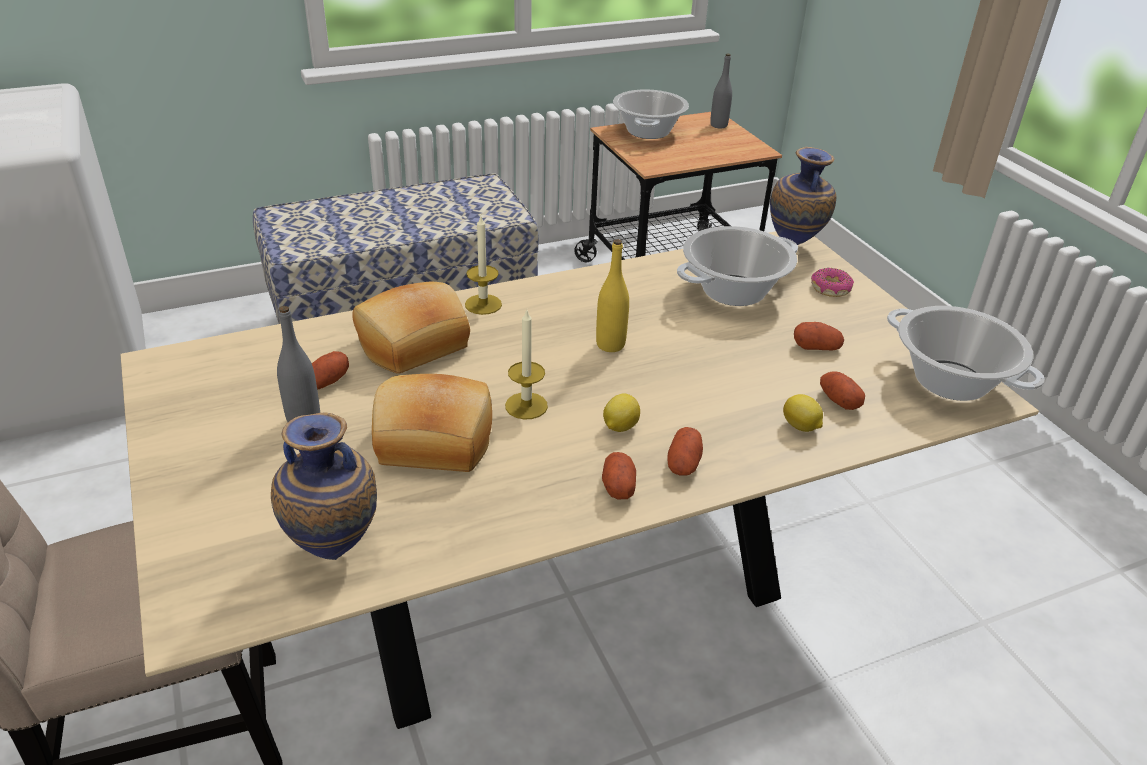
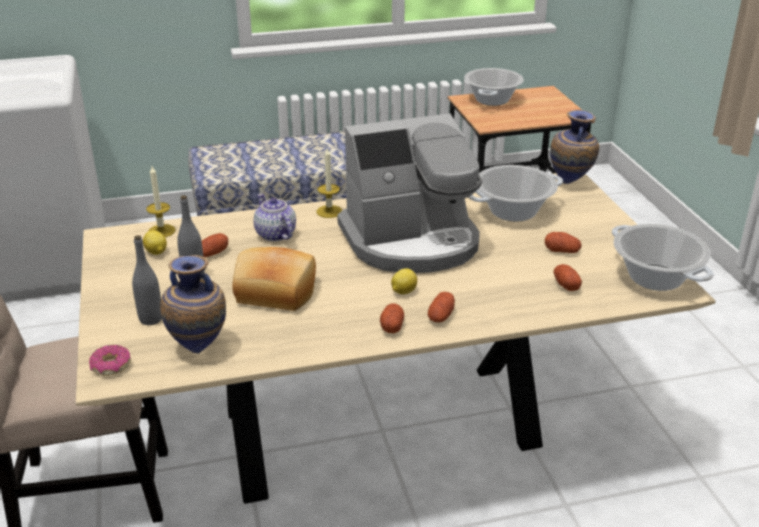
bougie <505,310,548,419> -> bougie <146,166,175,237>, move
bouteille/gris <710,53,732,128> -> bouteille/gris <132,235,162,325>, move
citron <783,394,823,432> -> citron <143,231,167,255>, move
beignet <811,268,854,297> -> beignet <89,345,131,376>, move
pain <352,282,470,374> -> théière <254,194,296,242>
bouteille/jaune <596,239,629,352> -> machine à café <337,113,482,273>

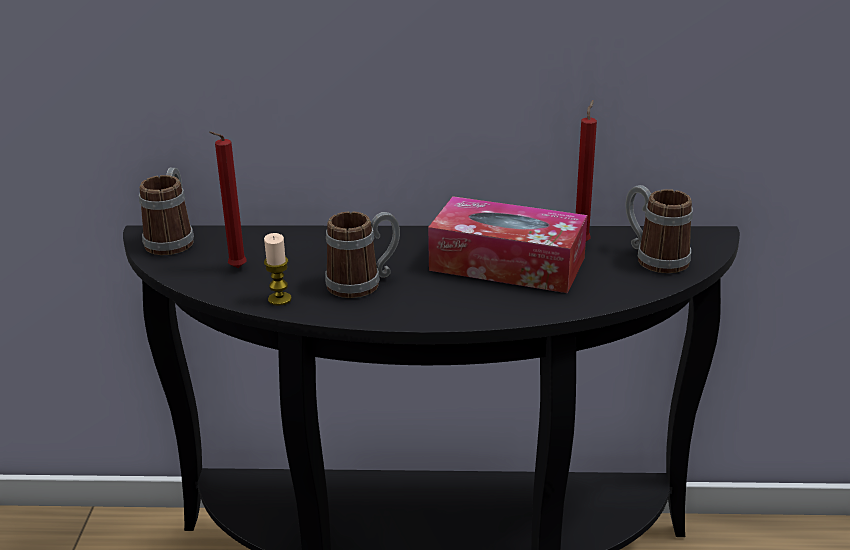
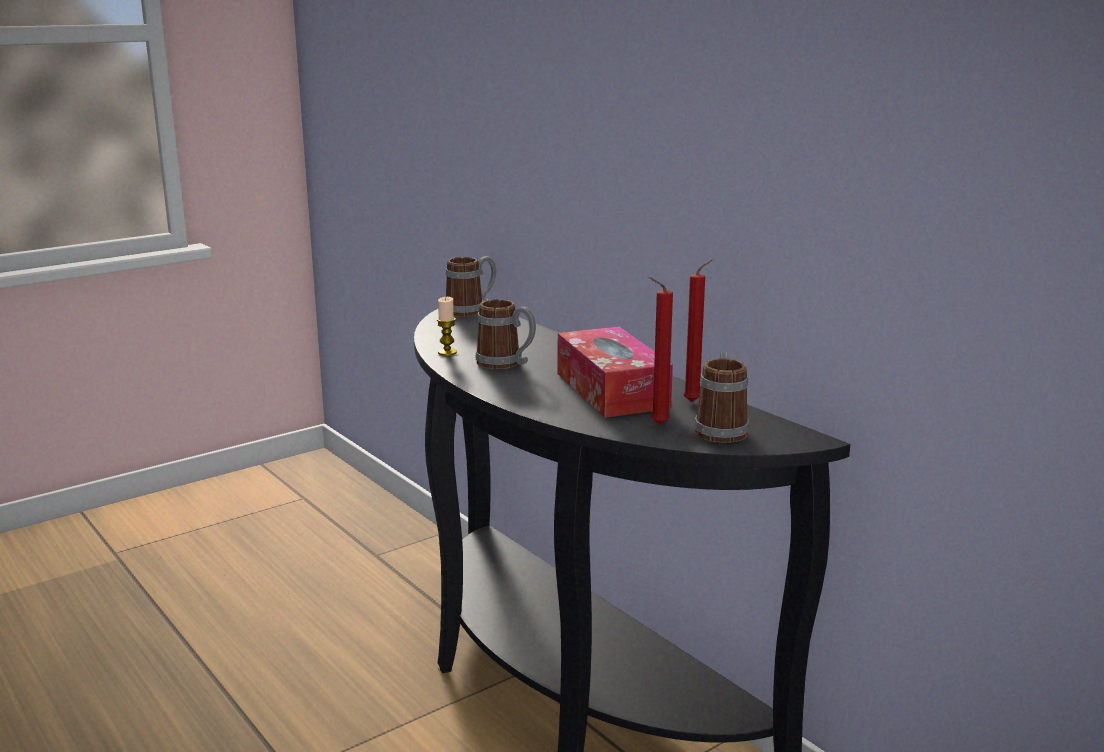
bougie/rouge <209,131,247,268> -> bougie/rouge <649,277,673,425>, move

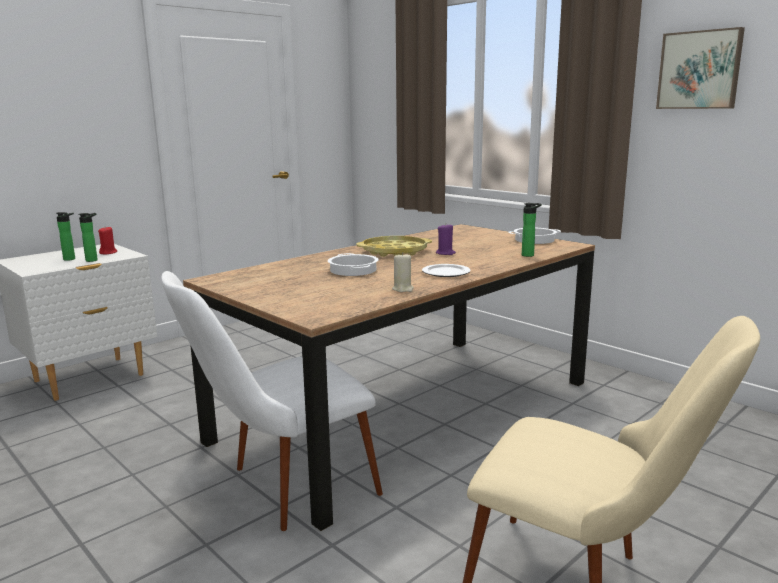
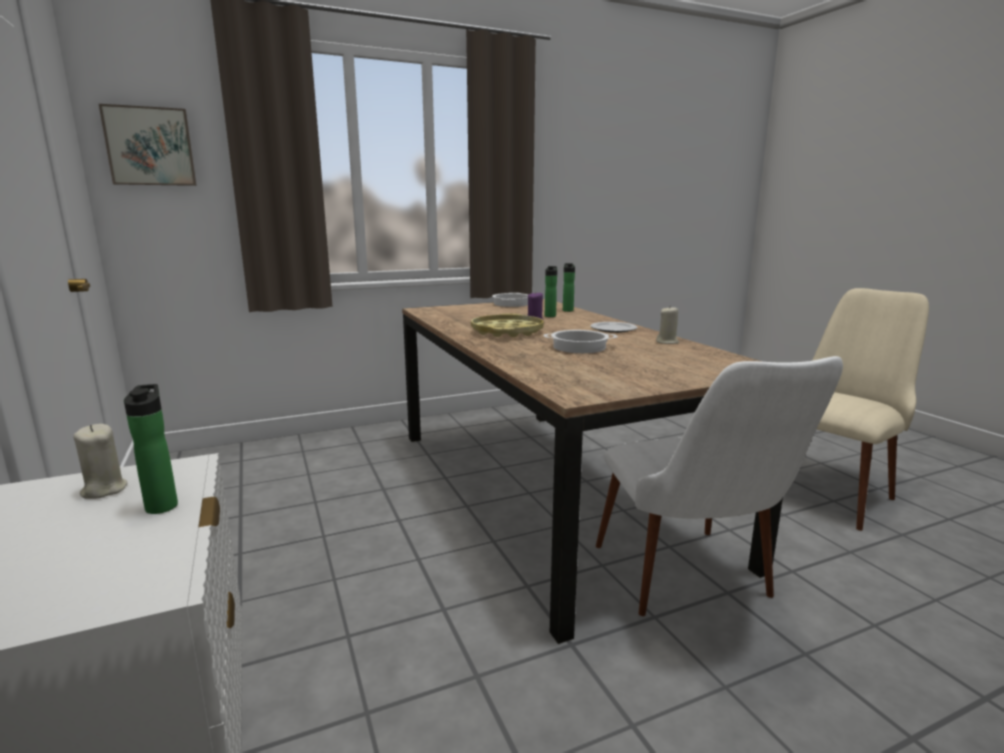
bouteille <57,212,75,261> -> bouteille <545,266,557,317>, move
tableau <656,27,745,109> -> tableau <99,104,196,186>, move
bougie/rouge <98,227,117,254> -> bougie/beige <74,424,127,499>

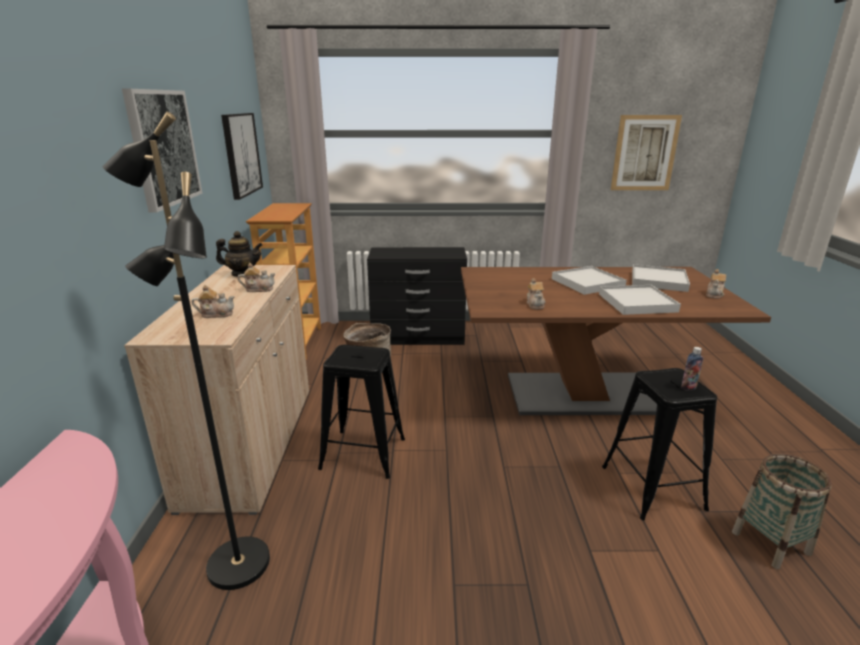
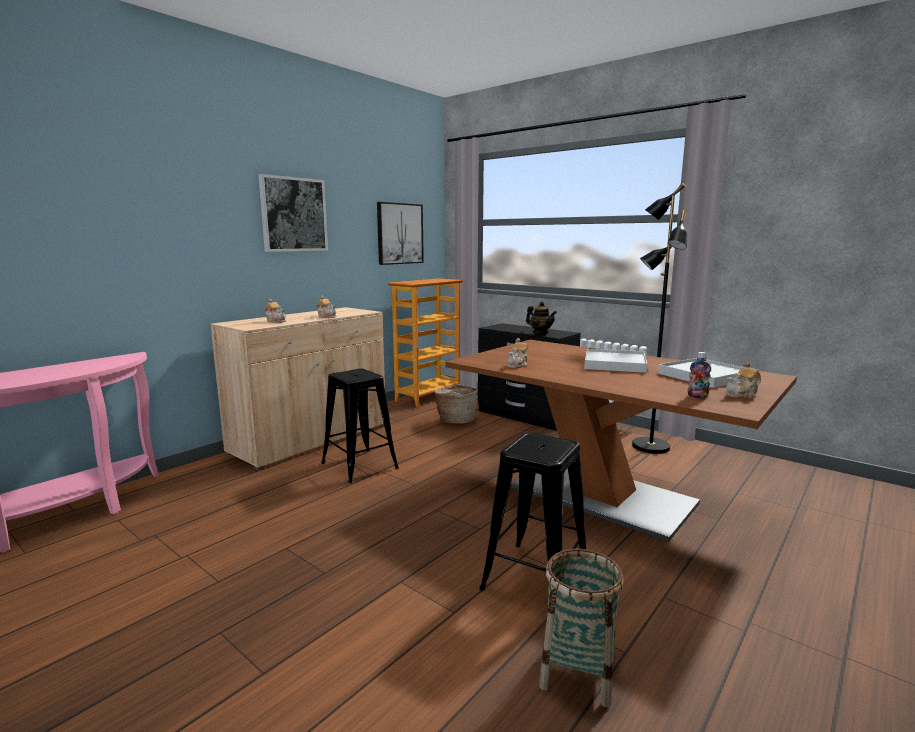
plateau/blanc <599,285,681,315> -> none
tableau <611,115,682,190> -> none
lampadaire/noir <103,112,270,590> -> lampadaire/noir <632,183,688,454>, move
théière <216,231,263,277> -> théière <526,301,557,334>, move
bouteille <681,347,703,390> -> bouteille <688,352,711,398>, move

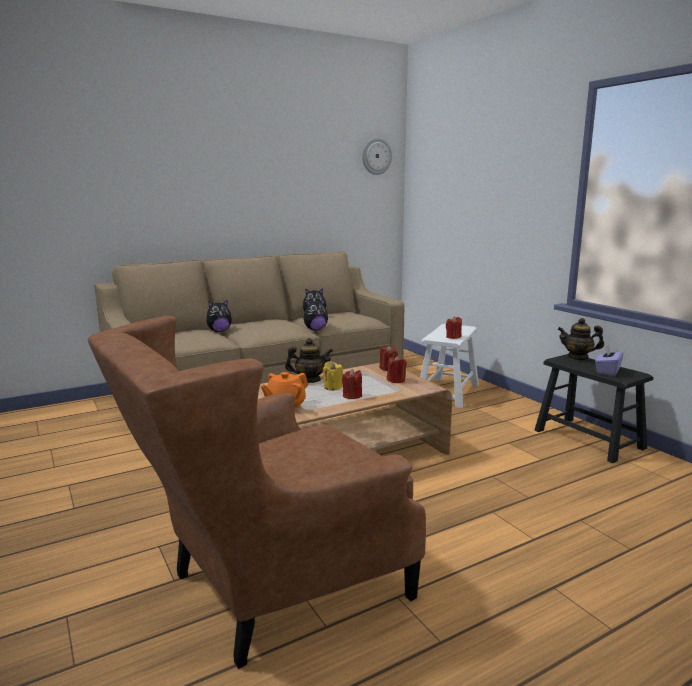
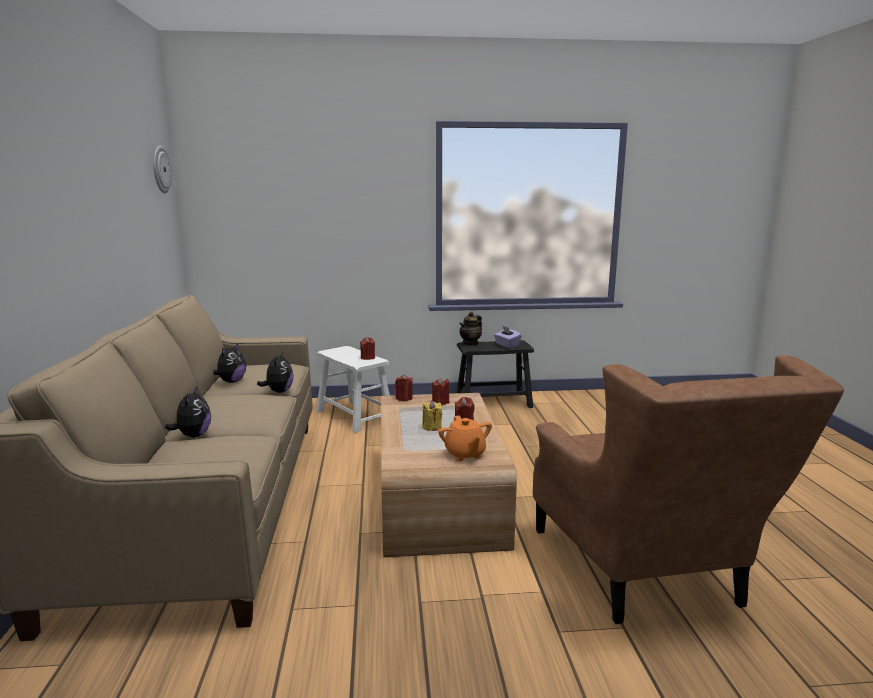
théière <285,338,333,383> -> none

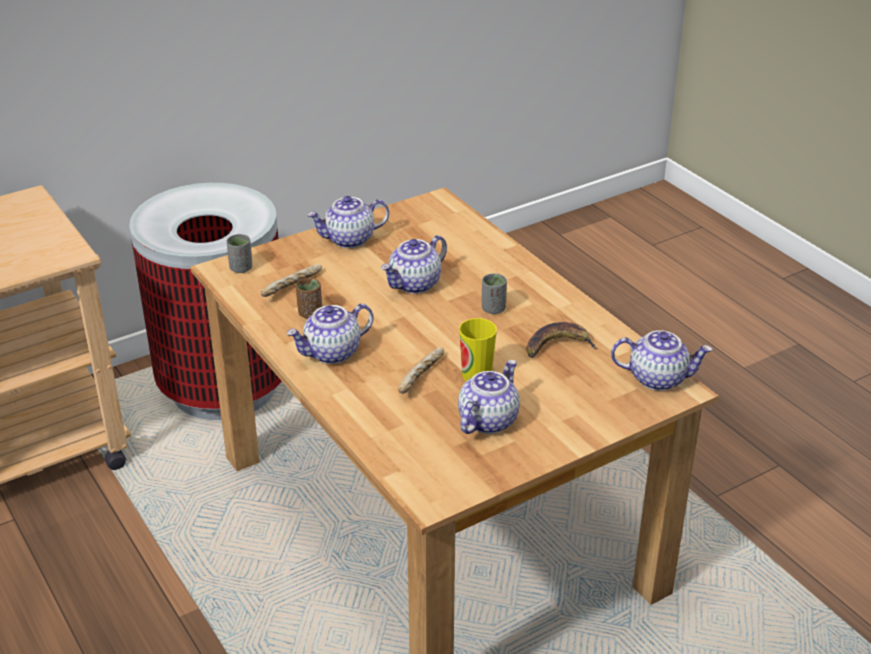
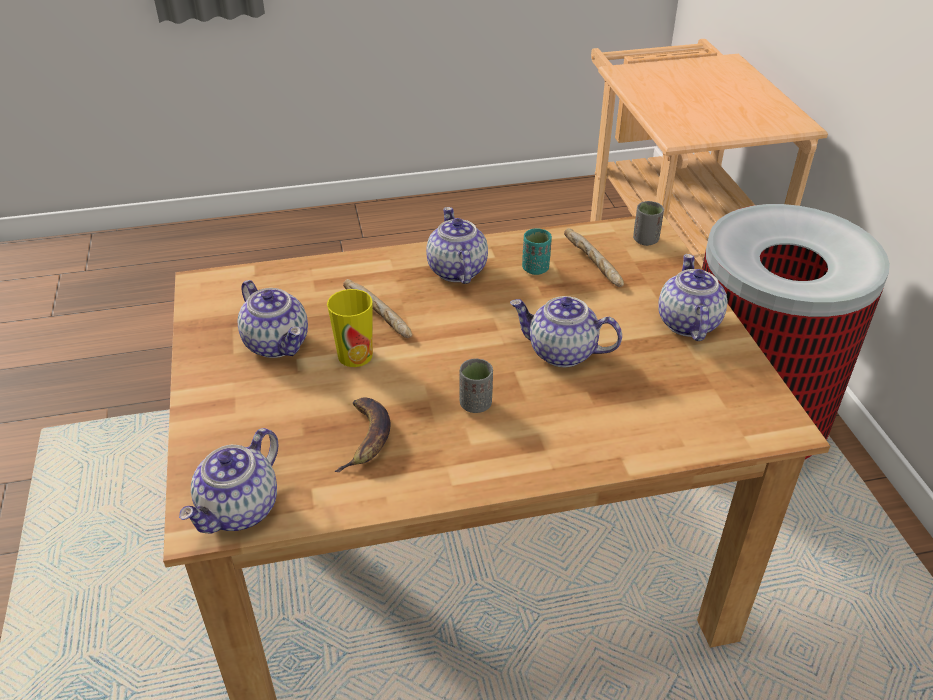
tasse/marron <296,278,322,319> -> tasse/turquoise <522,228,552,275>
théière <381,235,447,294> -> théière <510,296,622,367>, 45 degrees counterclockwise

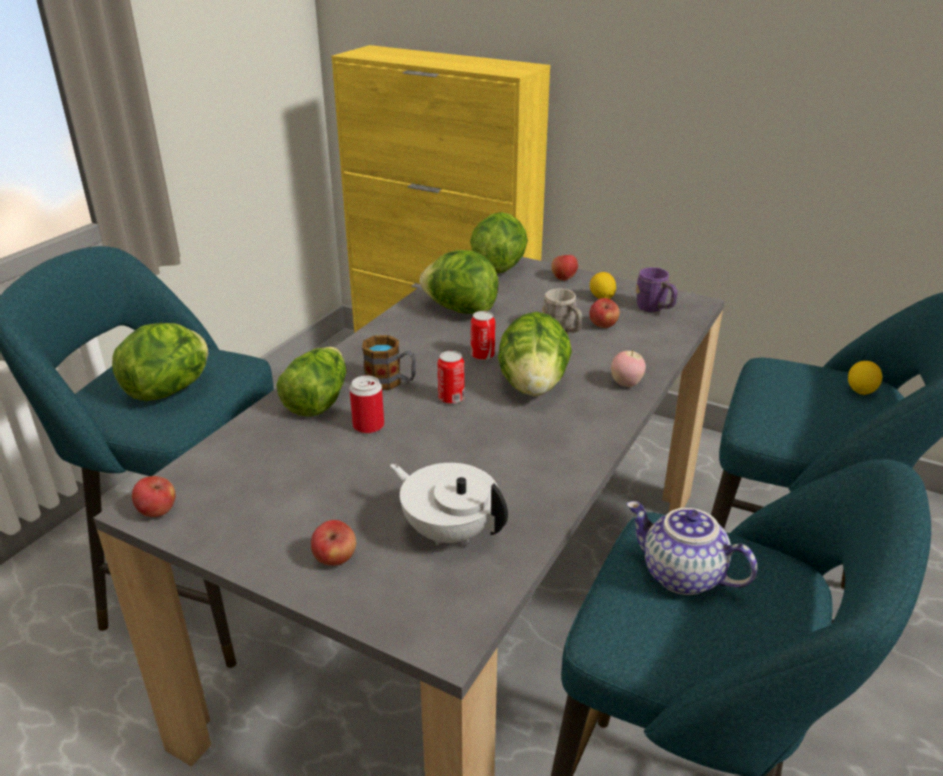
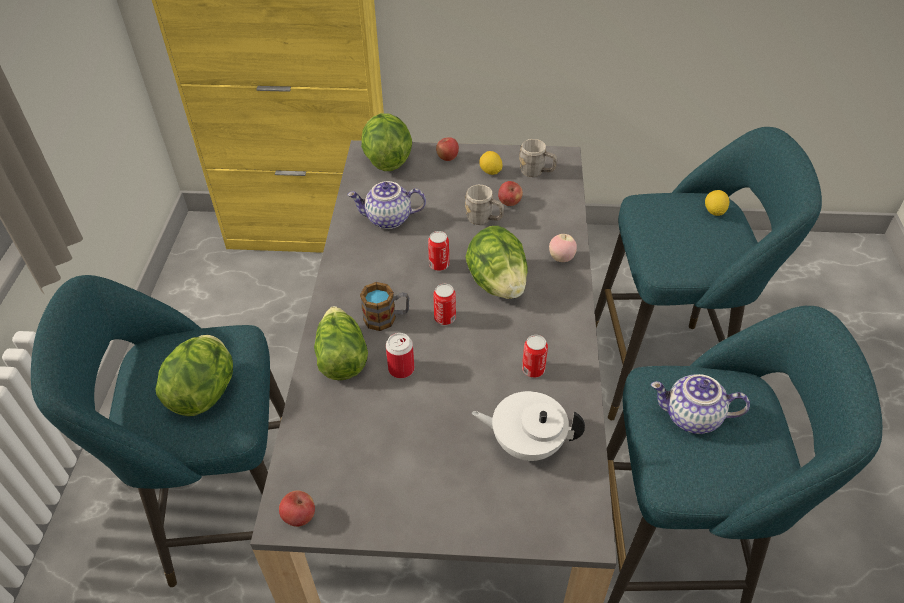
pomme <311,520,356,566> -> none
none -> boîte métallique <522,335,548,378>
laitue <420,250,499,314> -> théière <347,181,426,229>
mug/violet <636,267,677,312> -> mug/gris <520,139,557,177>

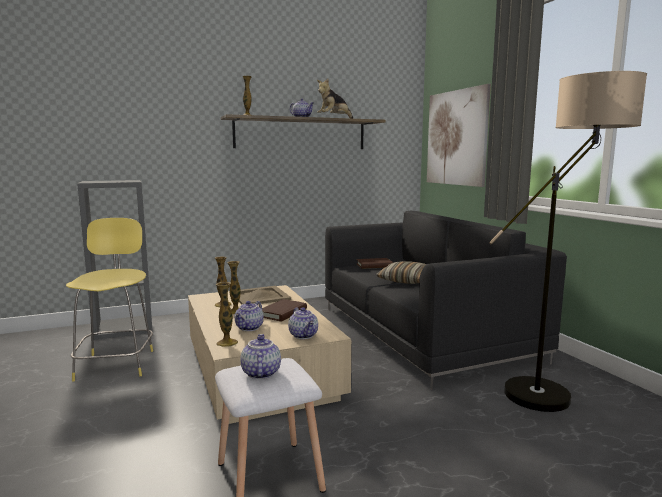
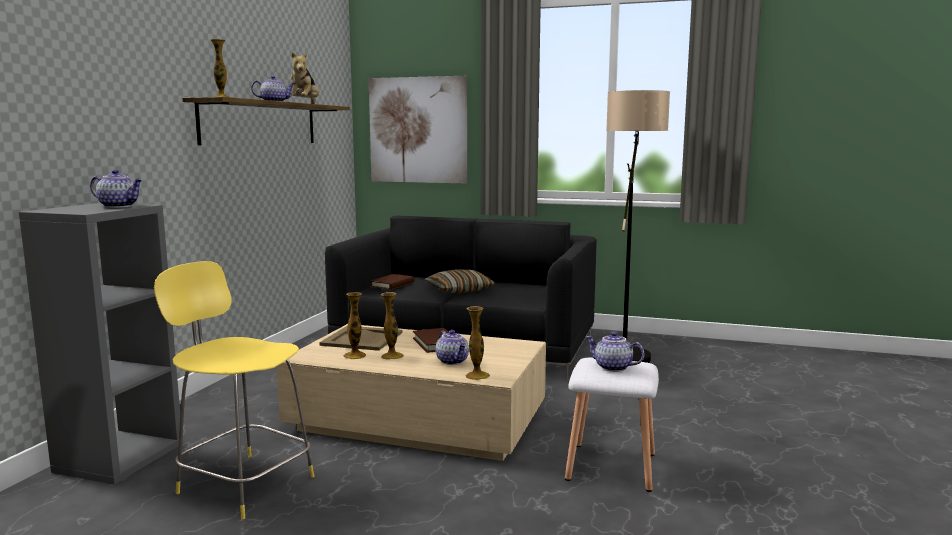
théière <288,307,318,339> -> théière <90,170,142,208>, move

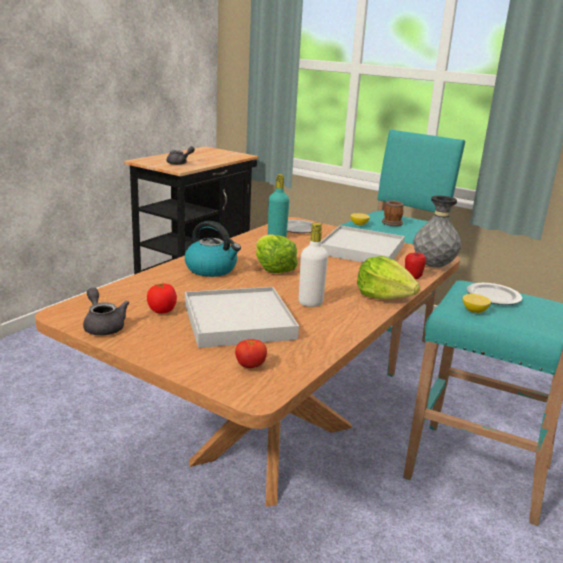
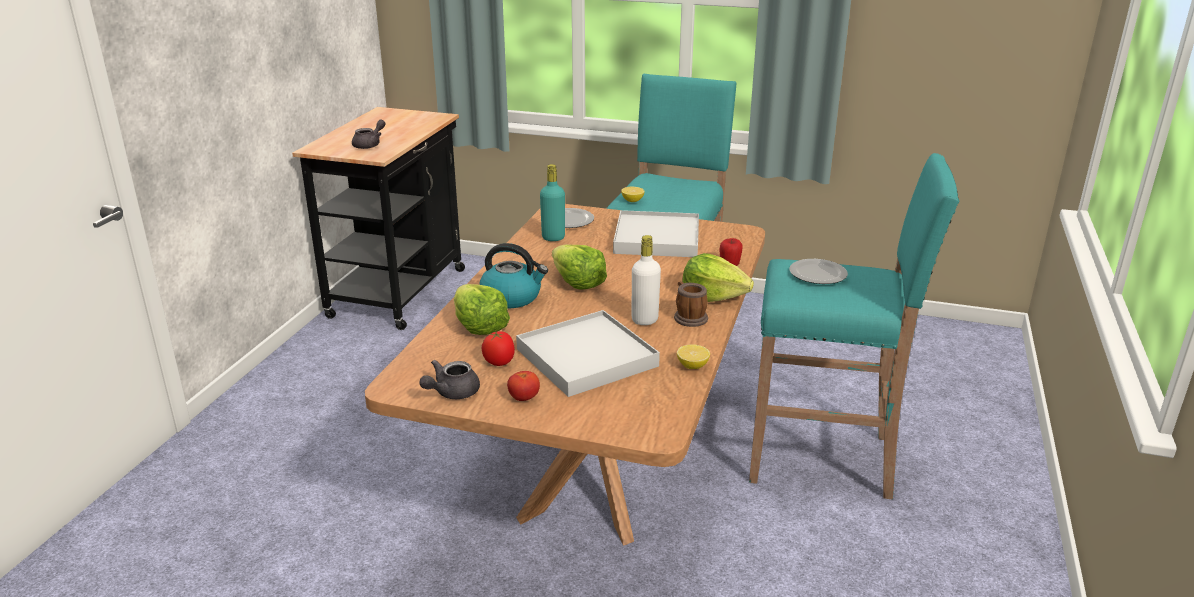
vase/gris <413,196,461,268> -> none
none -> laitue <454,284,510,335>
tomate <235,339,267,368> -> tomate <507,371,540,401>, move
mug <382,200,404,226> -> mug <674,281,708,327>, move
citron <463,294,491,313> -> citron <677,344,710,369>, move
théière/gris <83,288,129,336> -> théière/gris <419,360,480,399>, 90 degrees counterclockwise

